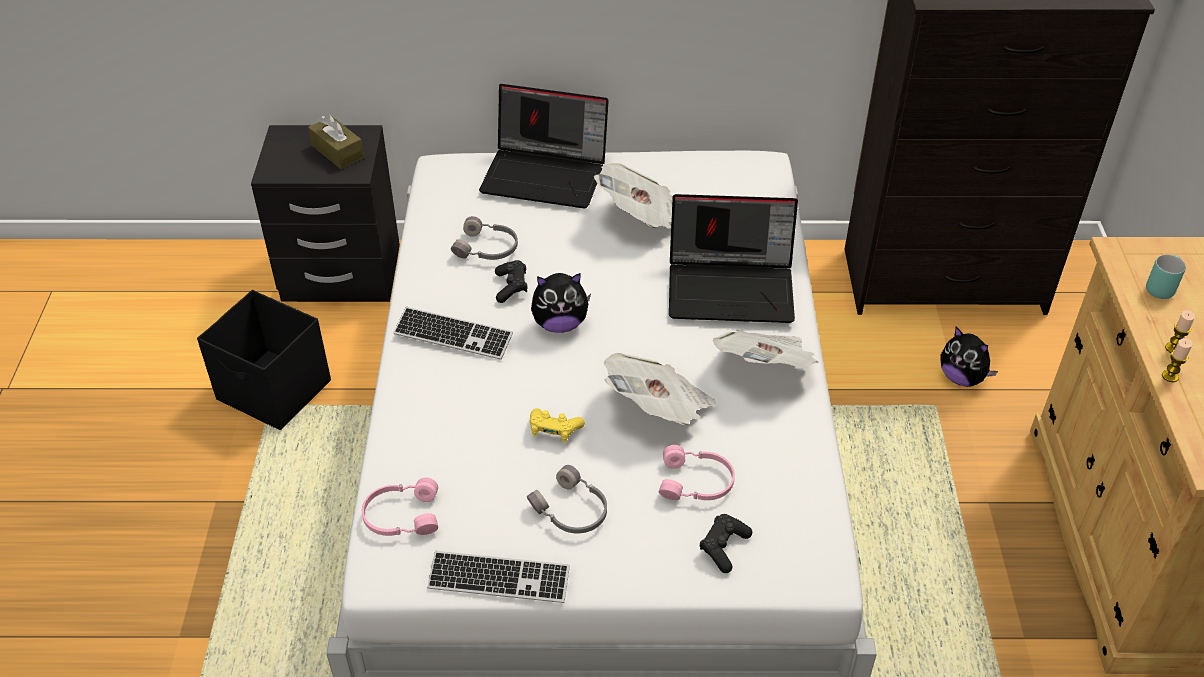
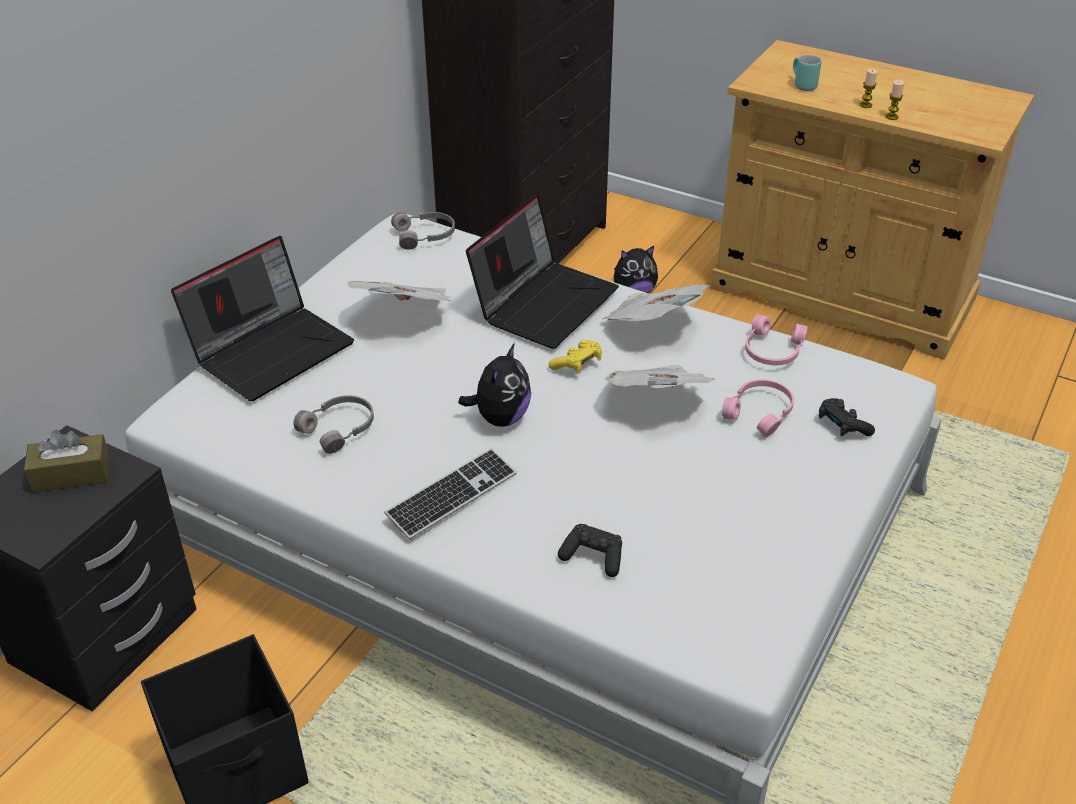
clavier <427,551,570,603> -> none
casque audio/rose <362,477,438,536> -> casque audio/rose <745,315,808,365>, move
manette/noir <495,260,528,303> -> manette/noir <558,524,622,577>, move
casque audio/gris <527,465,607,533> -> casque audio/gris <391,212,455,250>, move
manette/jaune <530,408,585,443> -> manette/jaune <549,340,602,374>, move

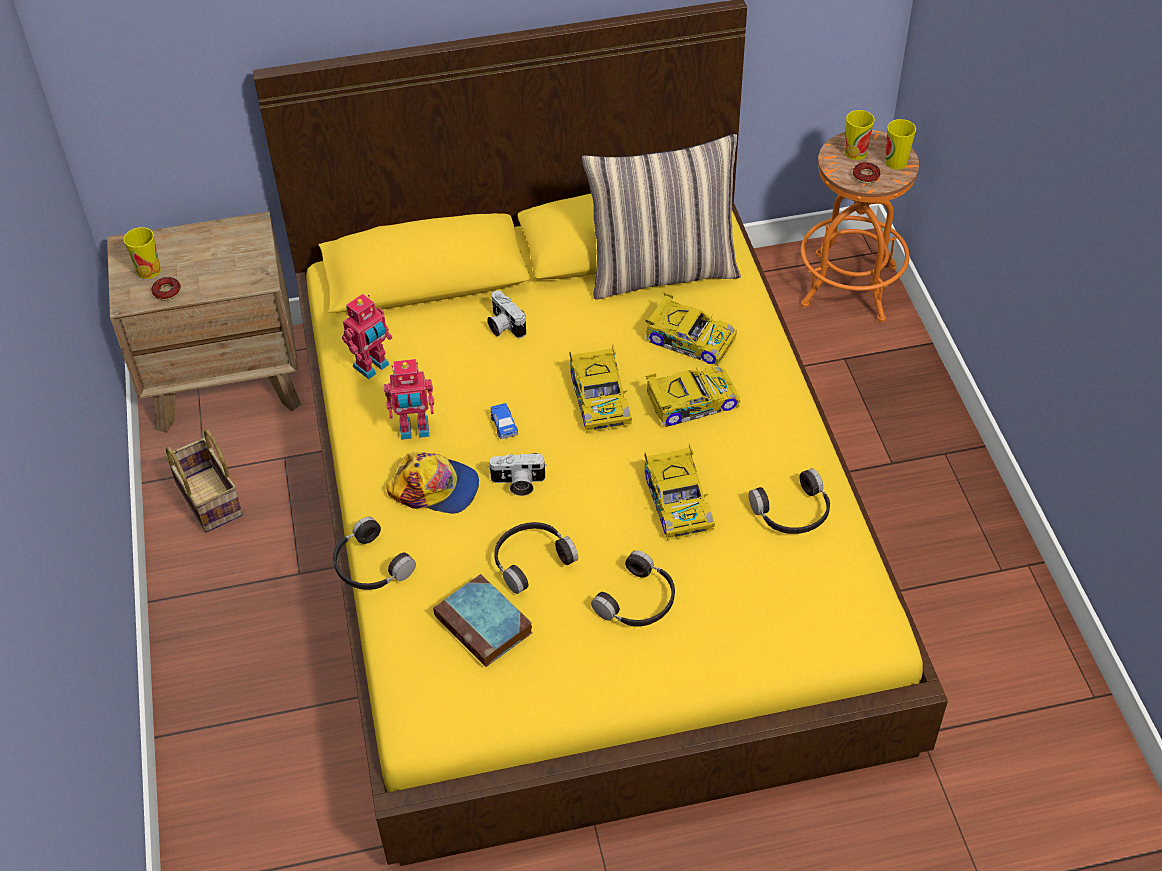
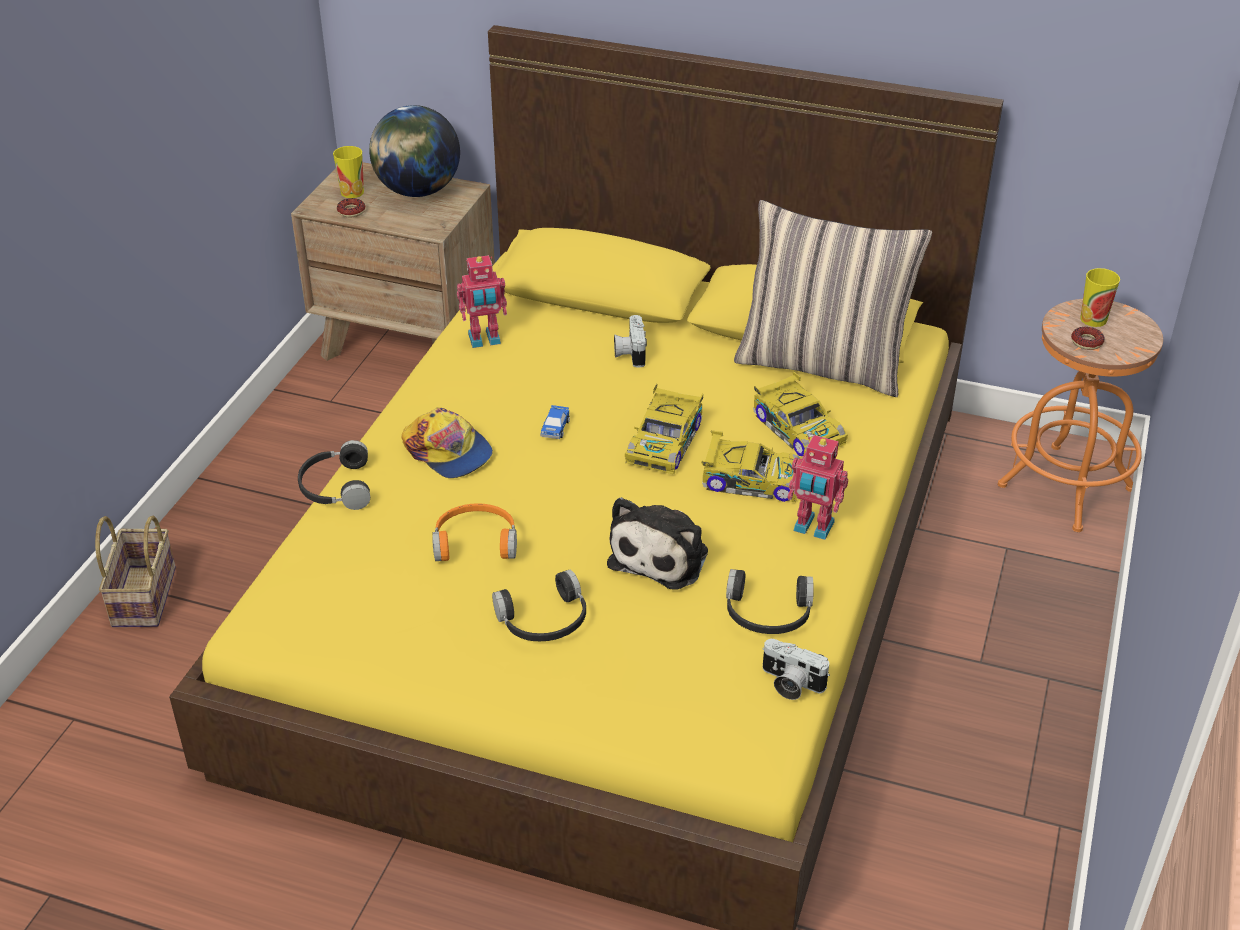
livre <433,574,532,667> -> none
tasse <885,119,916,170> -> none
none -> globe <369,105,460,197>
panier <165,429,243,533> -> panier <95,516,176,627>, move
robot jouet <384,359,434,440> -> robot jouet <787,435,848,540>, move
appareil photo <488,453,547,496> -> appareil photo <762,639,830,700>, move
petite voiture <644,444,715,540> -> peluche <607,497,708,590>
casque audio/noir <494,522,578,594> -> casque audio/orange <432,503,517,561>

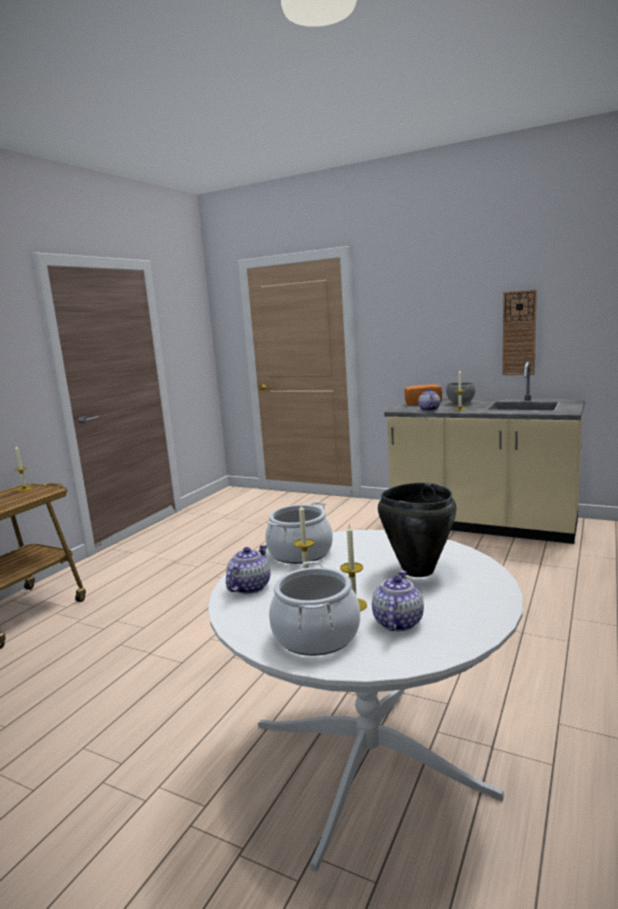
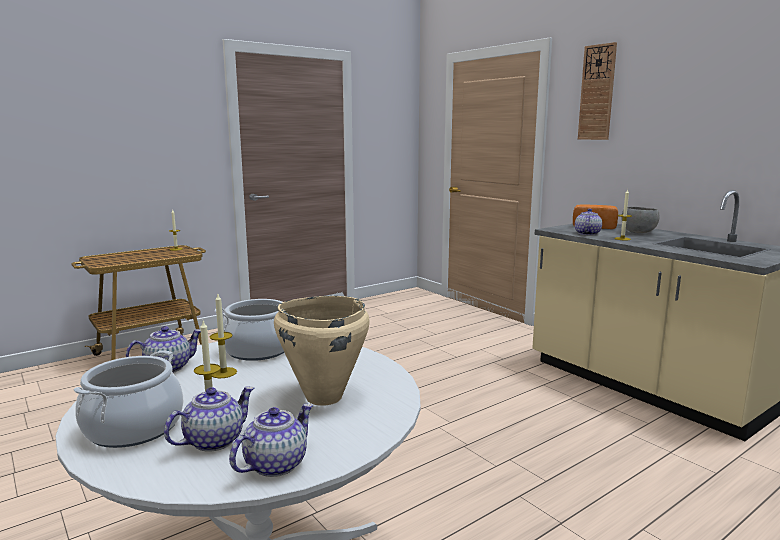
none -> théière <229,404,313,477>
horloge murale <502,290,537,375> -> horloge murale <578,42,617,140>, move
marmite/noir <378,483,457,577> -> marmite/beige <274,296,370,406>

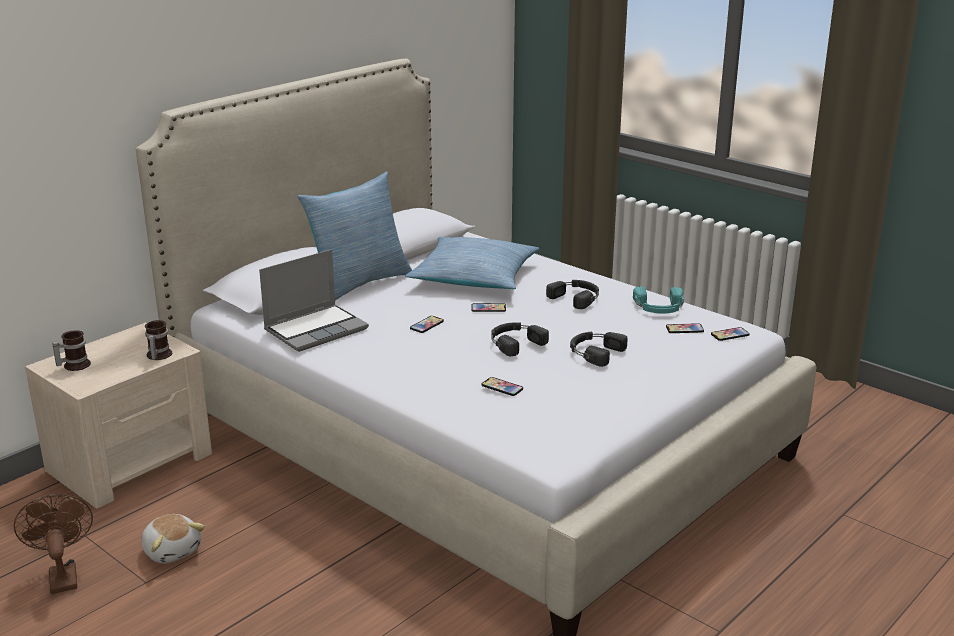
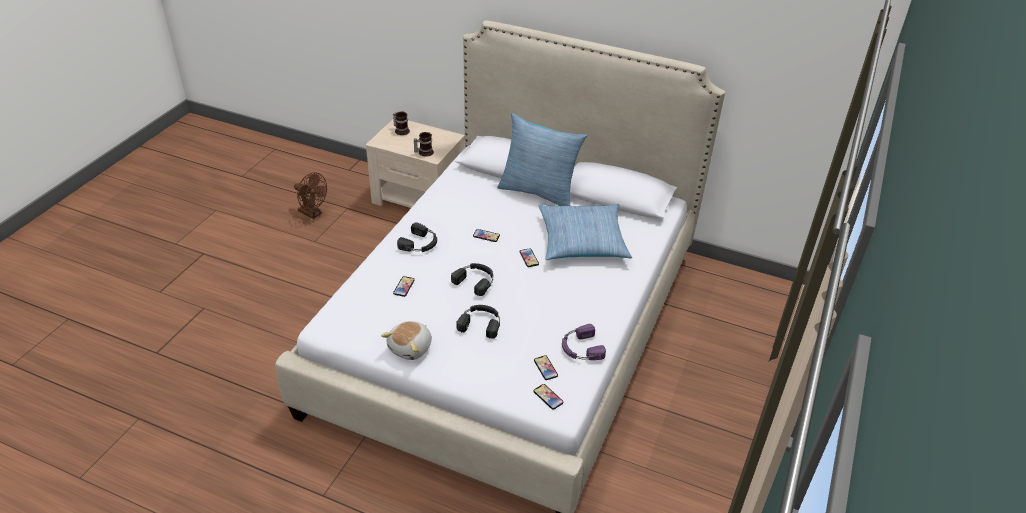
ordinateur portable <259,249,369,352> -> none
peluche <142,514,205,564> -> peluche <381,321,432,360>, move
casque audio/noir <546,280,599,309> -> casque audio/noir <397,222,437,252>, move
casque audio/turquoise <633,286,684,314> -> casque audio/violet <562,324,606,360>
ventilateur/marron <14,494,93,594> -> ventilateur/marron <294,172,327,219>, 75 degrees clockwise

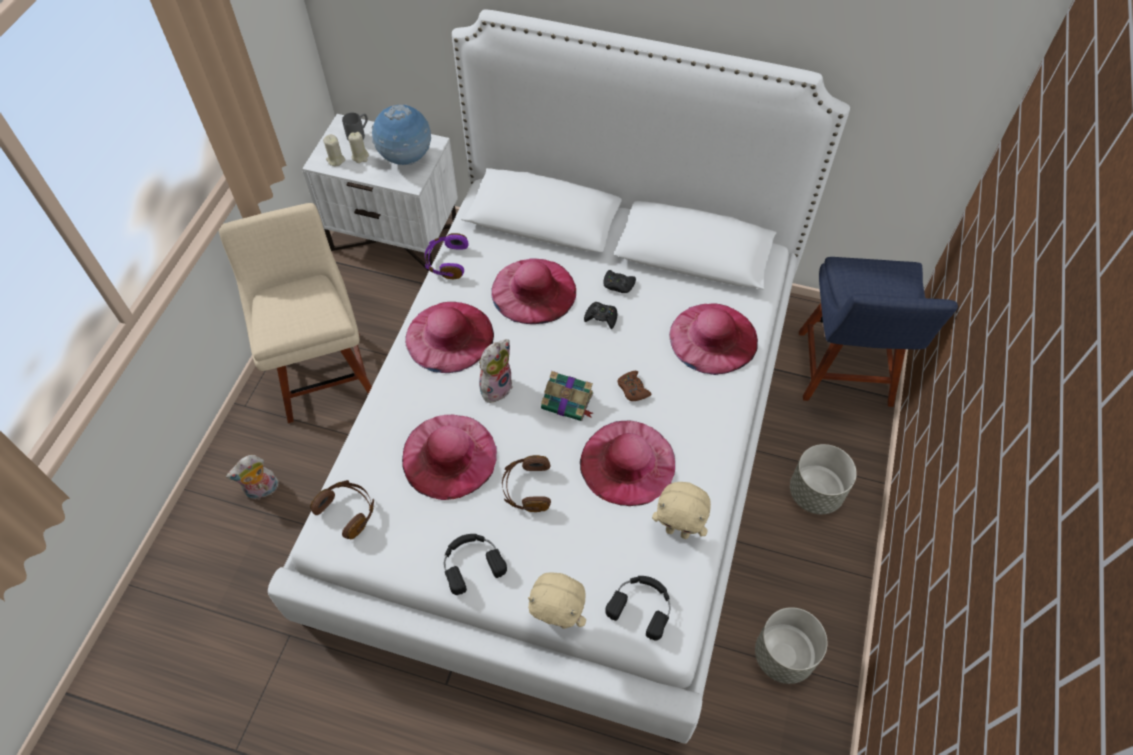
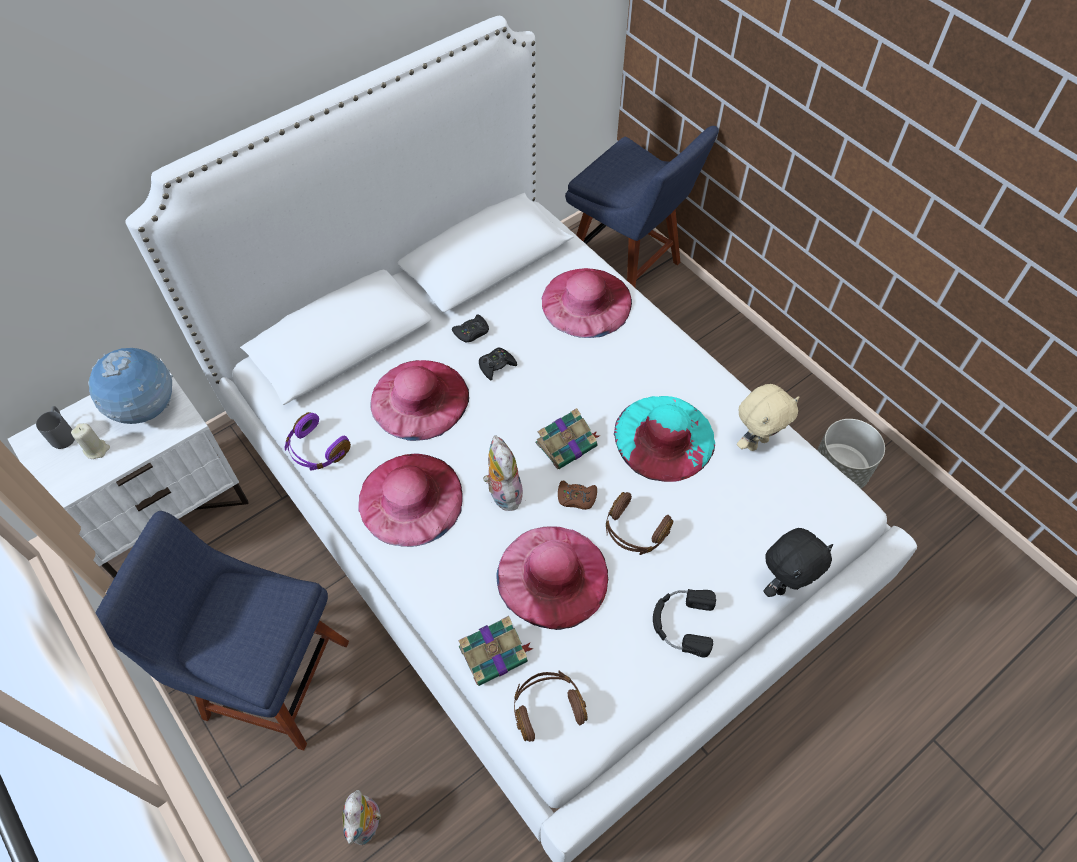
bougie/beige <323,134,345,166> -> none
casque audio/noir <605,576,671,641> -> none
cache-pot/gris <790,444,857,514> -> none
none -> livre <458,616,533,686>
manette/marron <617,371,651,401> -> manette/marron <558,480,597,510>, move
chaise/beige <219,203,372,423> -> chaise/bleu <96,511,349,750>
peluche/beige <528,573,586,629> -> peluche/noir <763,528,833,597>
chapeau/rose <580,421,675,506> -> chapeau/turquoise <614,396,715,482>

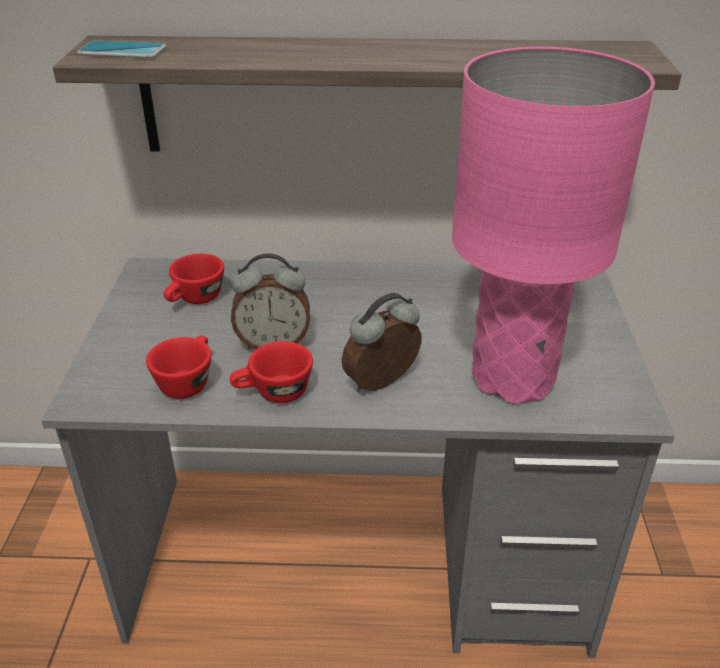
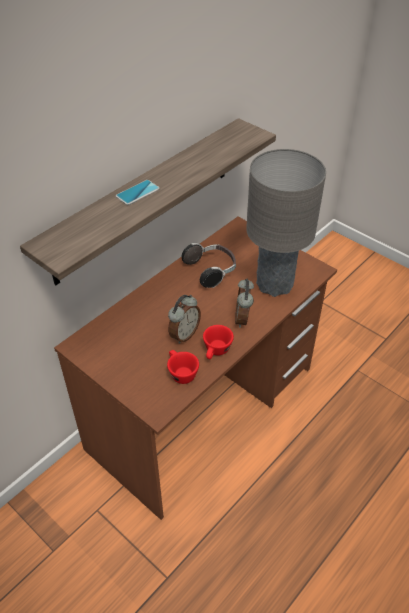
tasse/rouge <164,254,224,304> -> none
none -> casque audio <182,243,236,288>
téléphone <77,41,166,58> -> téléphone <116,180,160,205>, move
bureau/gris <41,258,674,658> -> bureau/marron <54,217,337,520>
lampe de table/rose <452,47,655,404> -> lampe de table/gris <246,149,326,297>

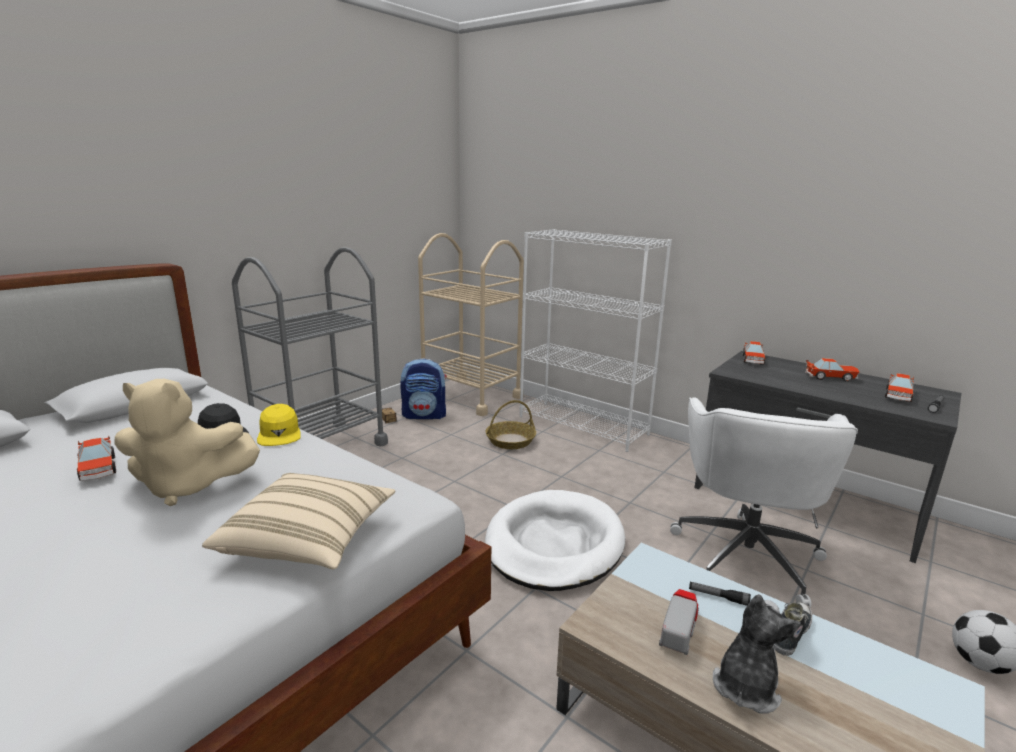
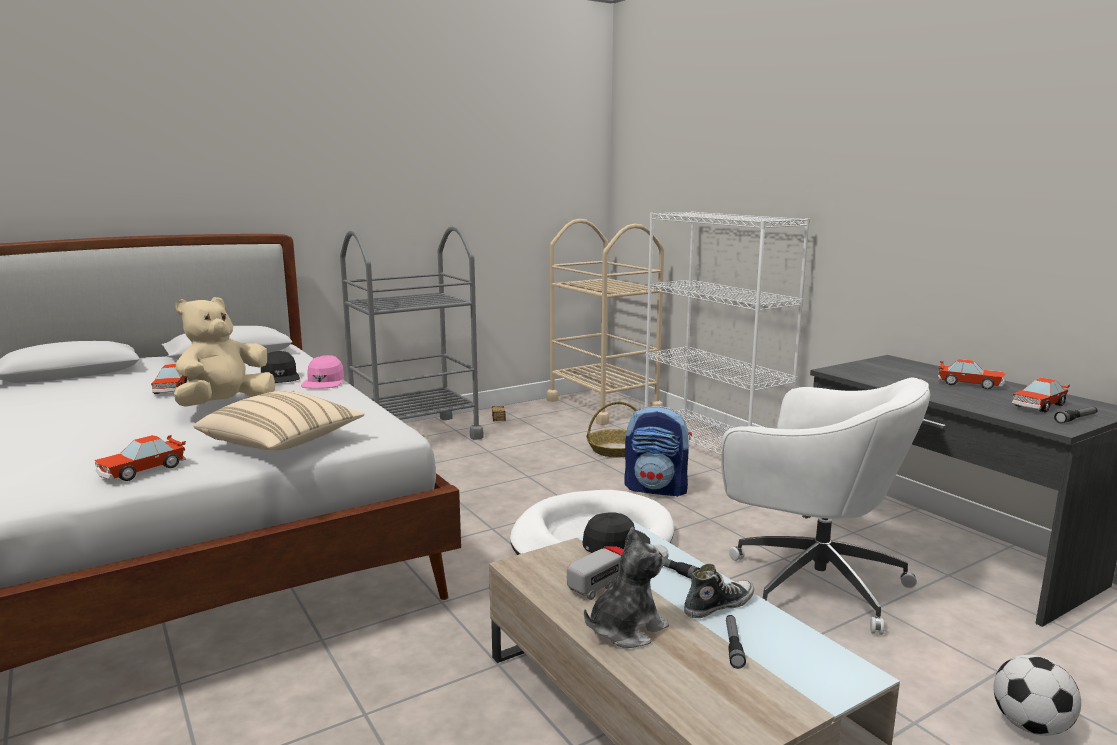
none -> casquette/noir <583,512,650,553>
none -> lampe de poche <726,615,746,669>
sac à dos <400,358,447,419> -> sac à dos <624,406,692,497>, move
petite voiture <743,341,765,365> -> petite voiture <95,435,186,481>, move
casquette/jaune <257,404,301,446> -> casquette/rose <301,355,344,388>
peluche/beige <114,379,260,506> -> peluche/beige <174,297,275,407>, 105 degrees clockwise
chaise de bureau/blanc <670,397,858,607> -> chaise de bureau/blanc <721,377,930,635>, 90 degrees counterclockwise

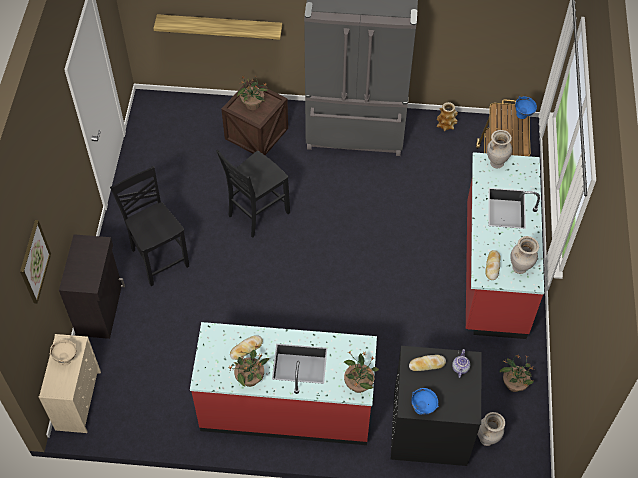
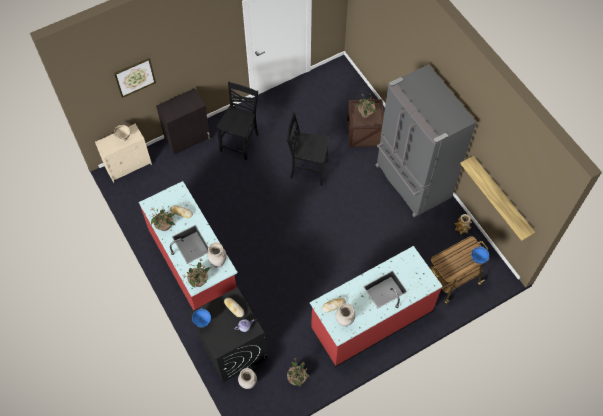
étagère <153,14,282,40> -> étagère <460,156,535,241>, move
vase/beige <487,130,512,168> -> vase/beige <207,242,227,268>, move

